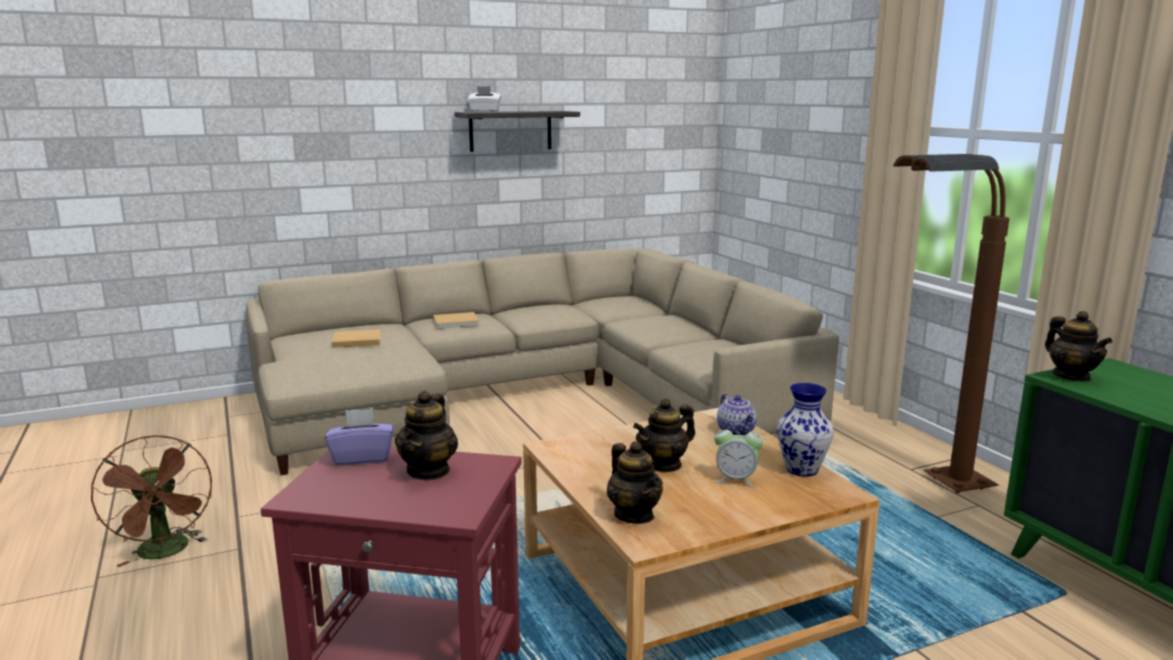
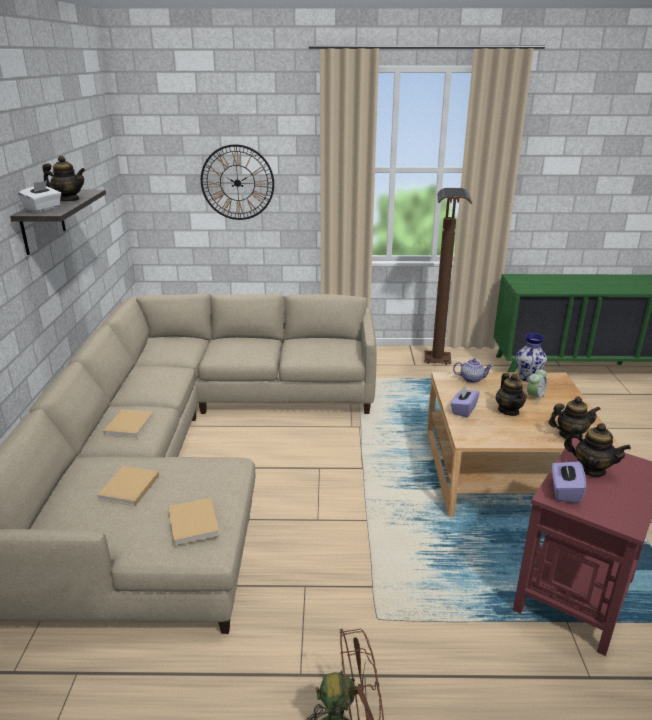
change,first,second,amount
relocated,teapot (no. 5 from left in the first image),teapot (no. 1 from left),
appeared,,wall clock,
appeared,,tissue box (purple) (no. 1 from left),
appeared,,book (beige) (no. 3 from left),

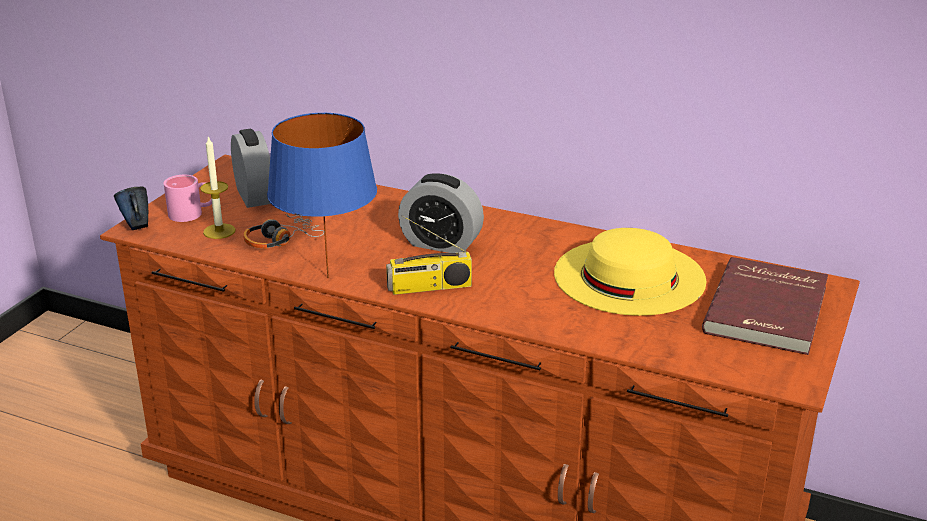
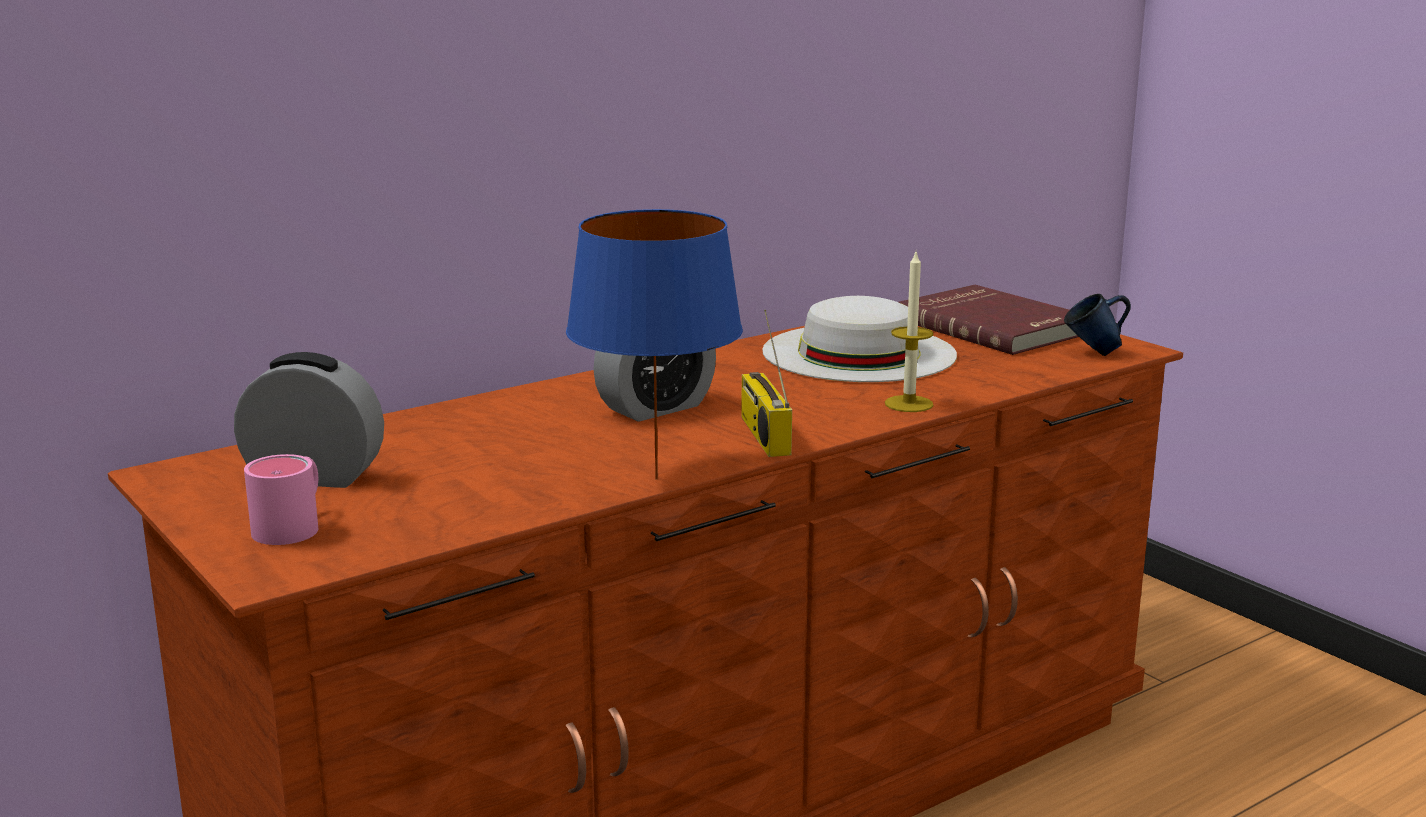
change,first,second,amount
relocated,candle,,
relocated,mug (blue),,
missing,headphones,,
spun,radio,,150 degrees clockwise
colour,hat (yellow),hat (white),

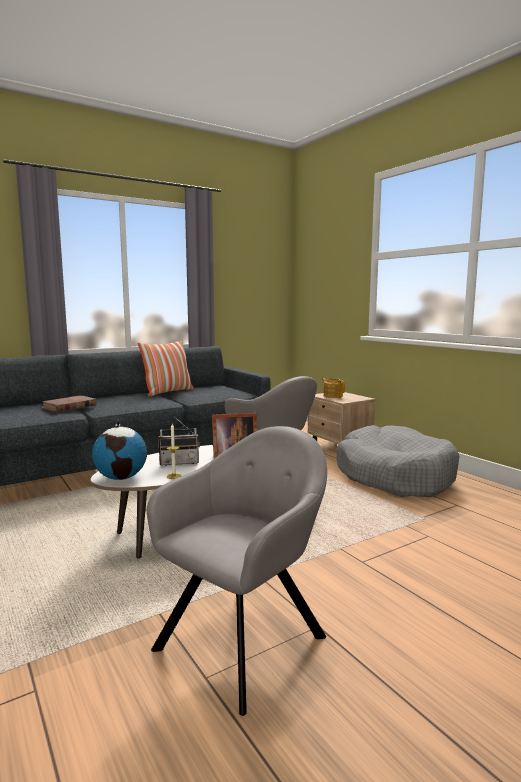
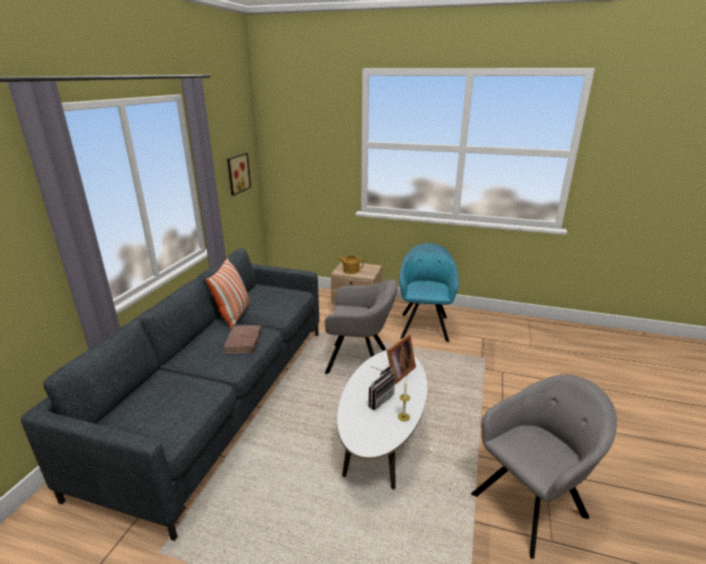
change,first,second,amount
relocated,book (brown),,
missing,globe,,
exchanged,dog bed (grey),armchair (turquoise),
spun,armchair (grey) (no. 1 from left in the first image),armchair (grey) (no. 2 from left),60 degrees clockwise
appeared,,picture,

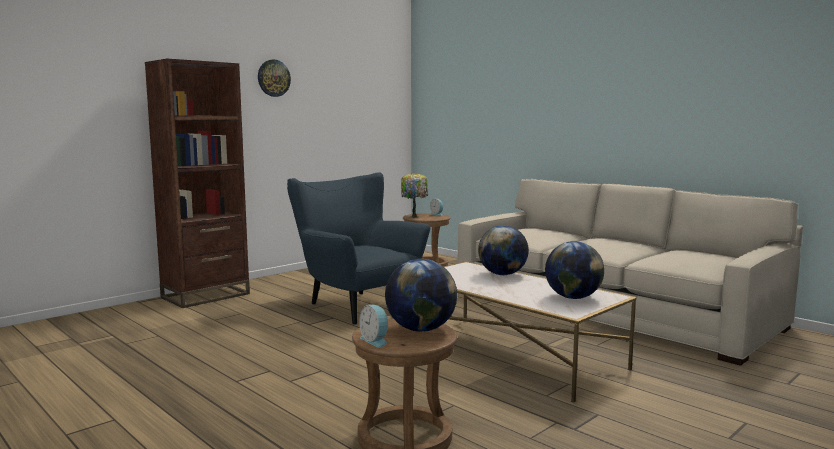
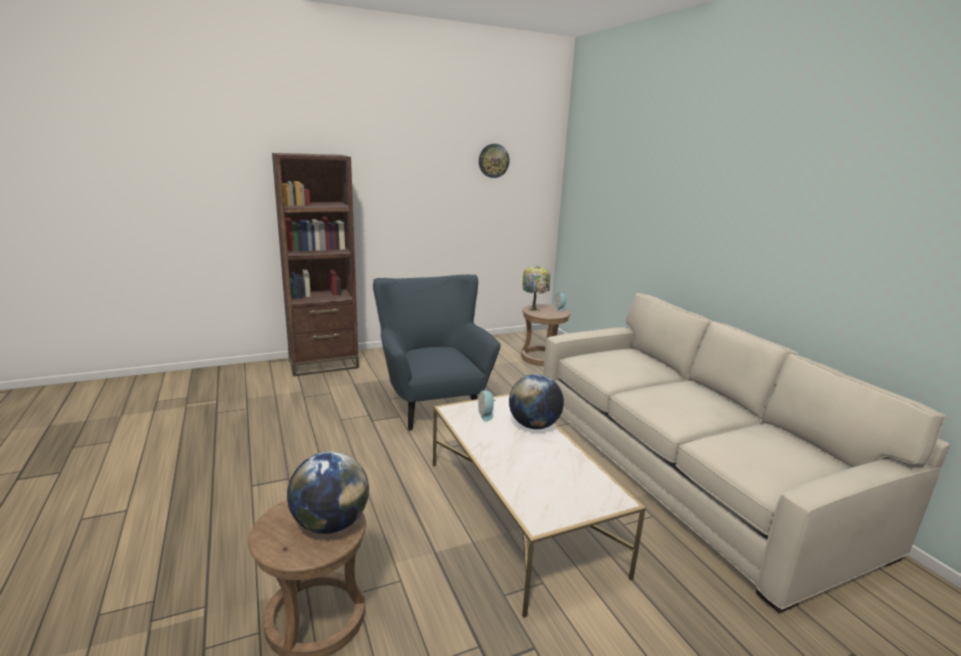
change,first,second,amount
relocated,wall clock,,
missing,globe (no. 3 from left),,
relocated,alarm clock (no. 1 from left),,

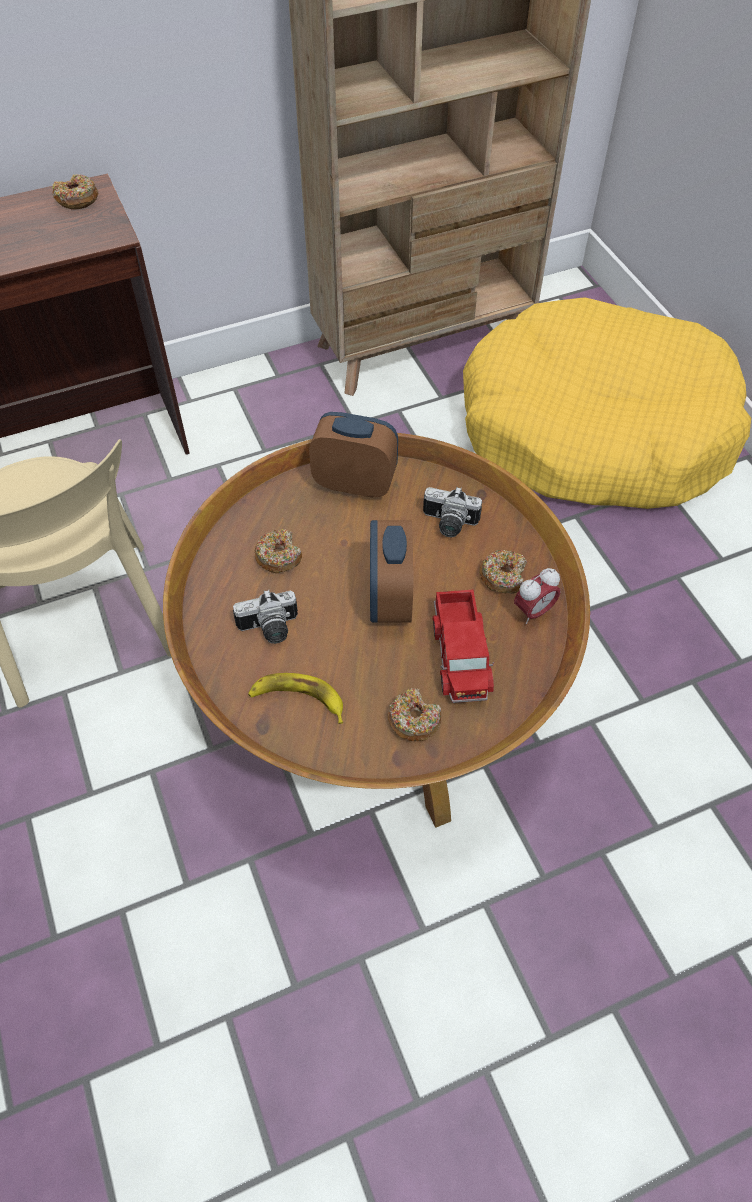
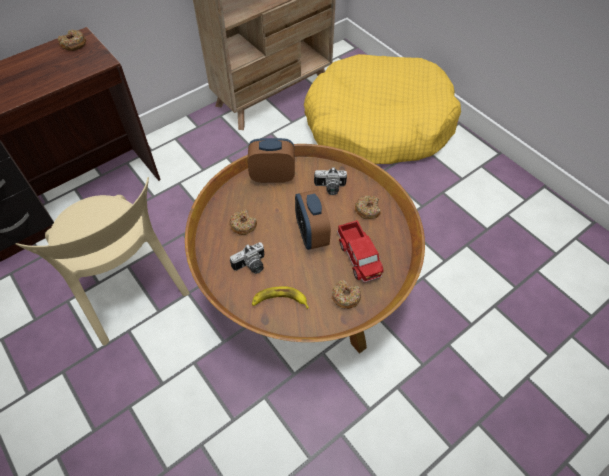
change,first,second,amount
missing,alarm clock (no. 3 from left),,

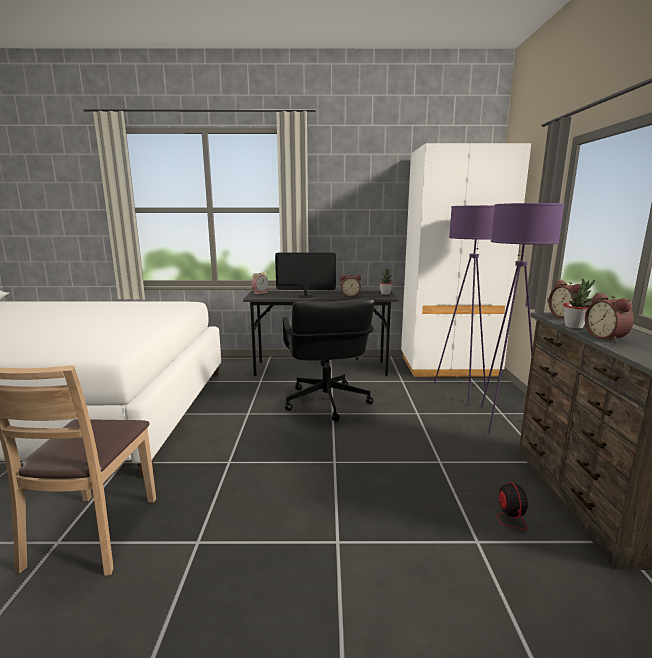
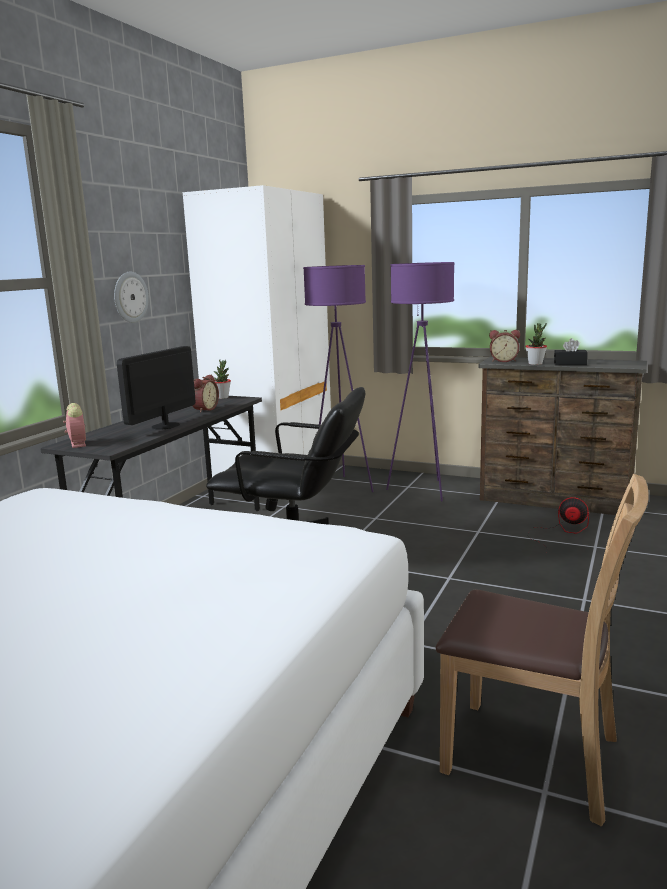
change,first,second,amount
exchanged,alarm clock (no. 4 from left),tissue box (black),
appeared,,wall clock,

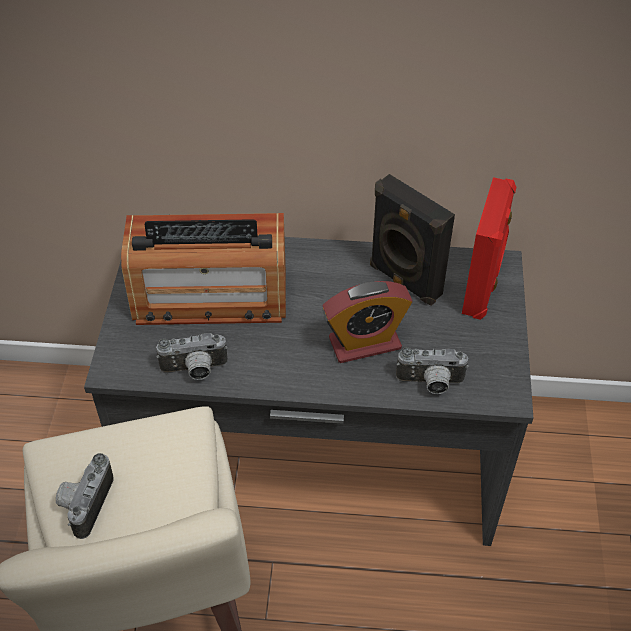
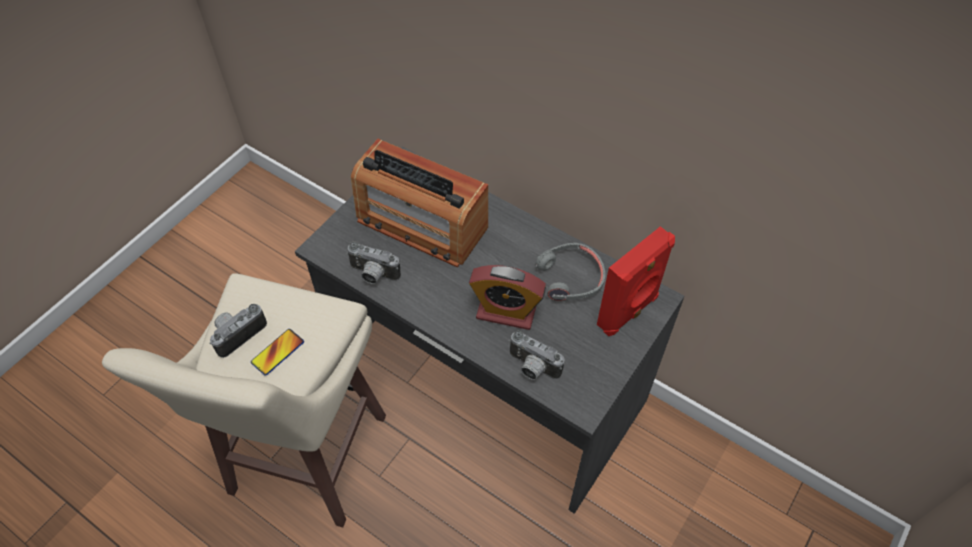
change,first,second,amount
exchanged,speaker (black),headphones (grey),
appeared,,phone,

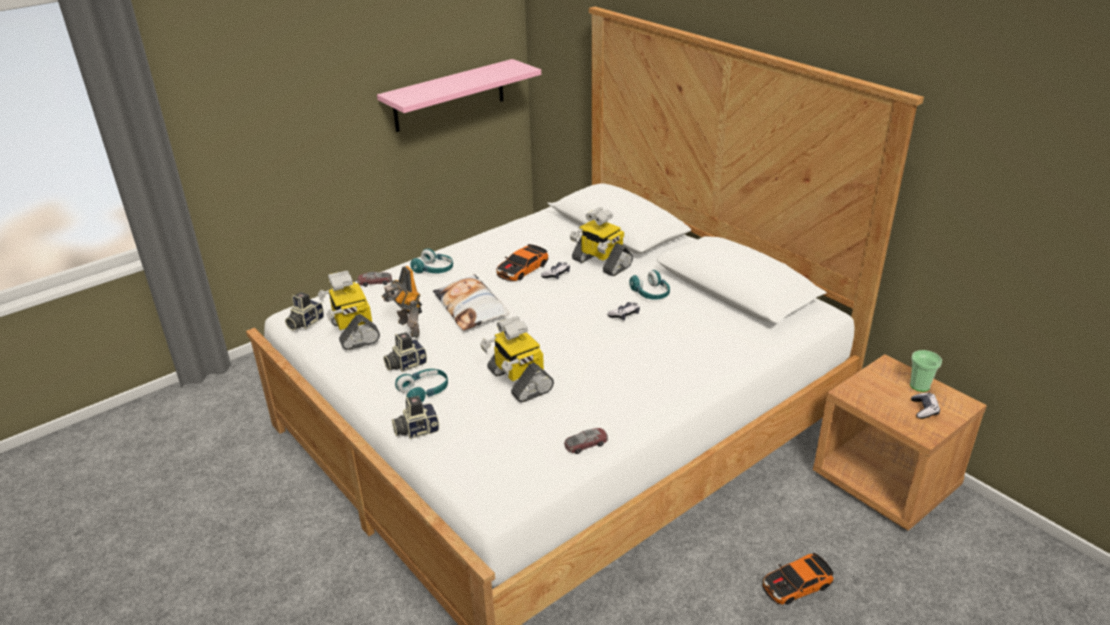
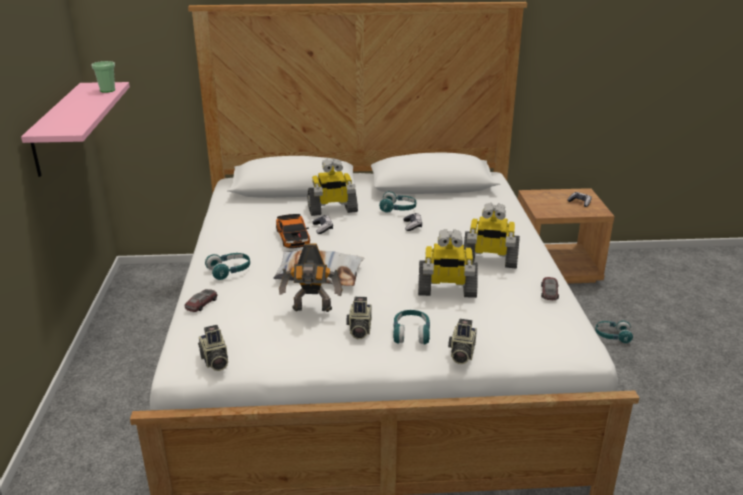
change,first,second,amount
relocated,toy robot (no. 1 from left in the first image),toy robot (no. 4 from left),
relocated,cup,,
exchanged,toy car (no. 4 from left),headphones (turquoise) (no. 4 from left),

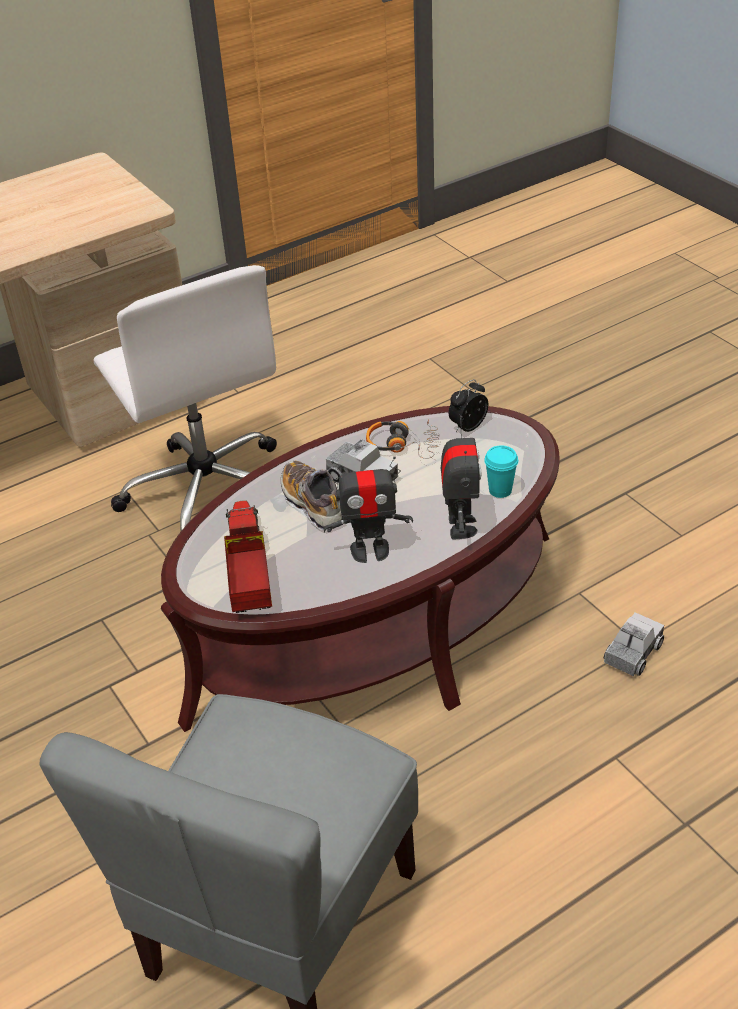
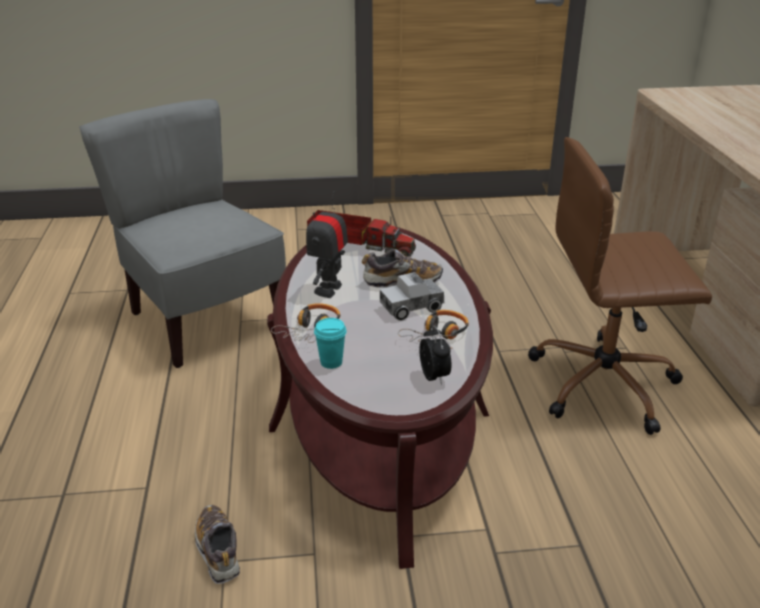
change,first,second,amount
colour,office chair (white),office chair (brown),
exchanged,toy robot (no. 2 from left),headphones (no. 1 from left),
exchanged,toy truck (no. 3 from left),shoe (no. 1 from left),

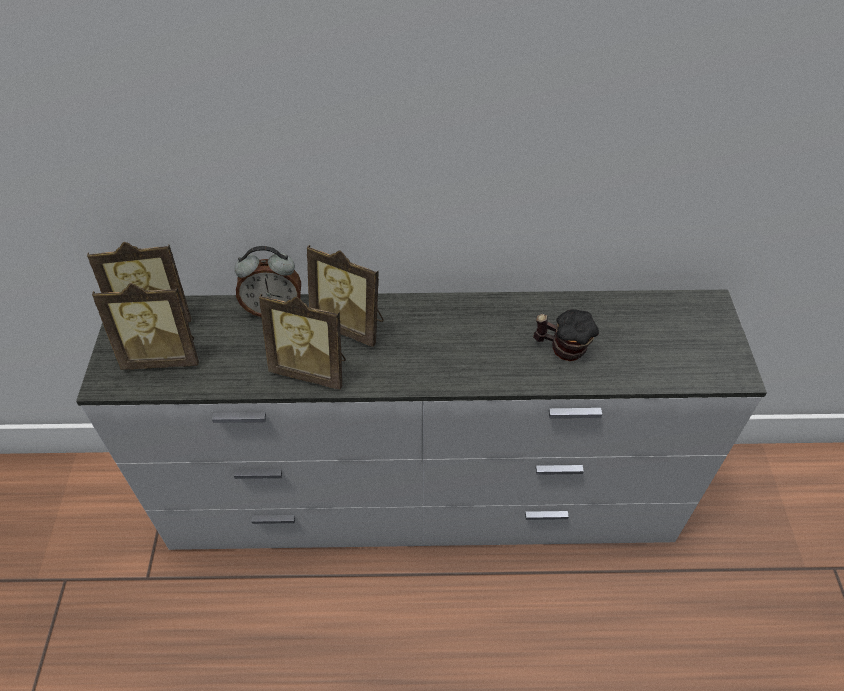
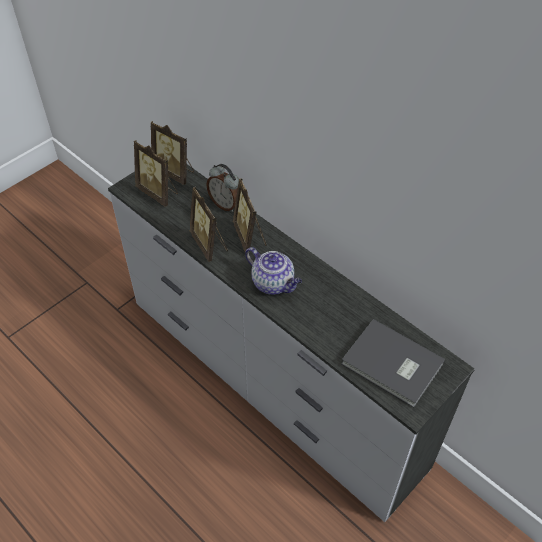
change,first,second,amount
missing,mug,,
appeared,,teapot,
appeared,,book (grey),

